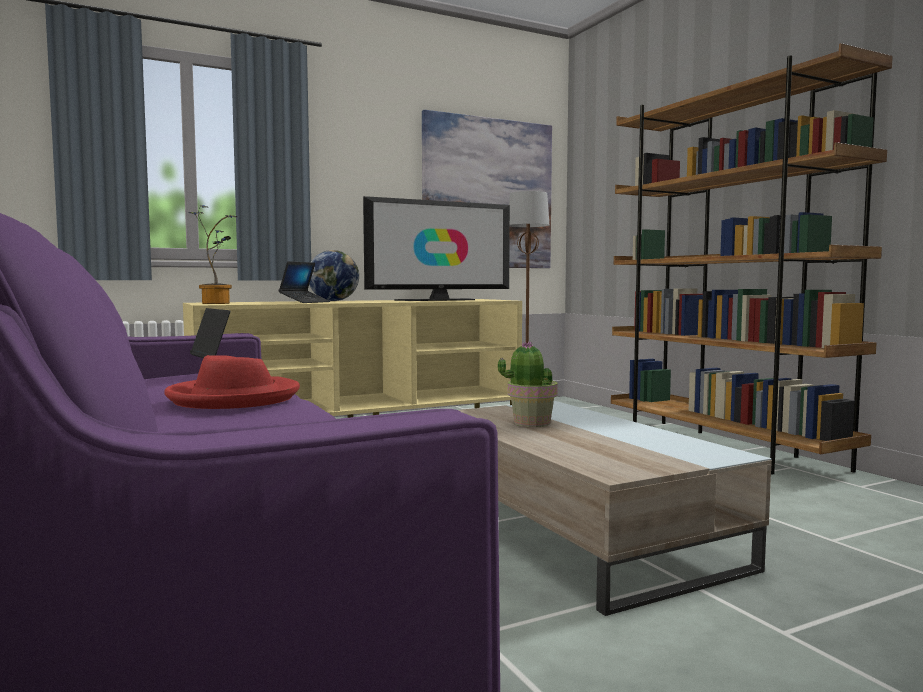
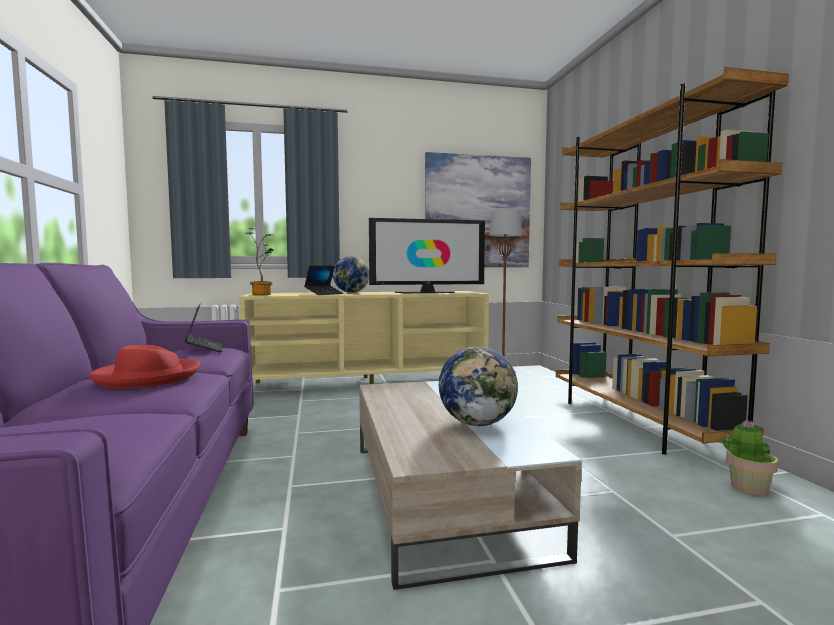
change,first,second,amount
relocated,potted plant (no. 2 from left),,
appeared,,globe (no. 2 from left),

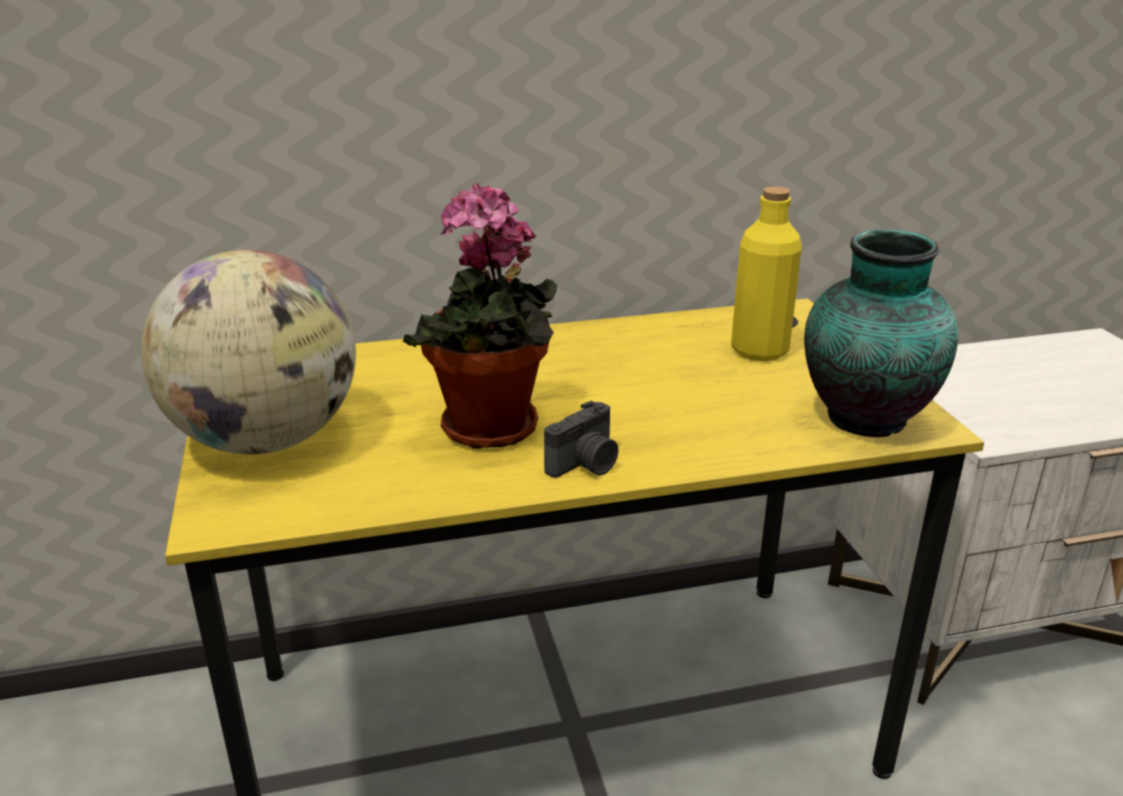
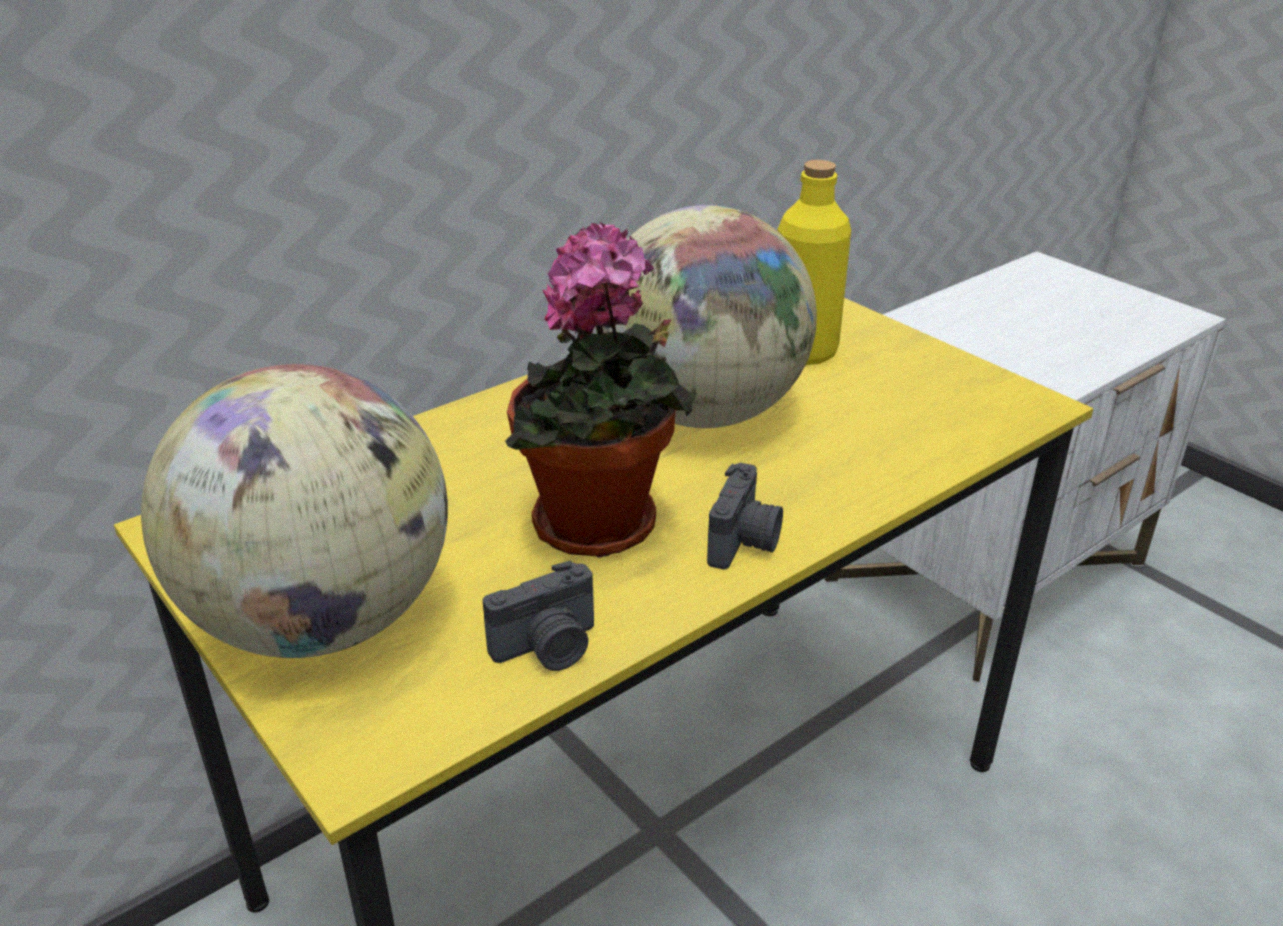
change,first,second,amount
missing,vase,,
appeared,,globe (no. 2 from left),
appeared,,photo camera (no. 1 from left),

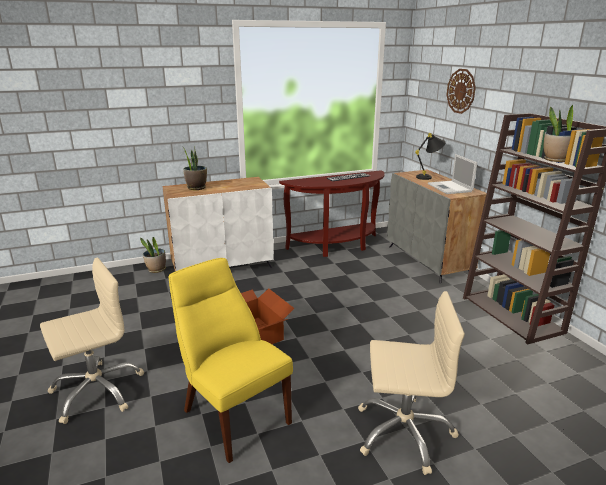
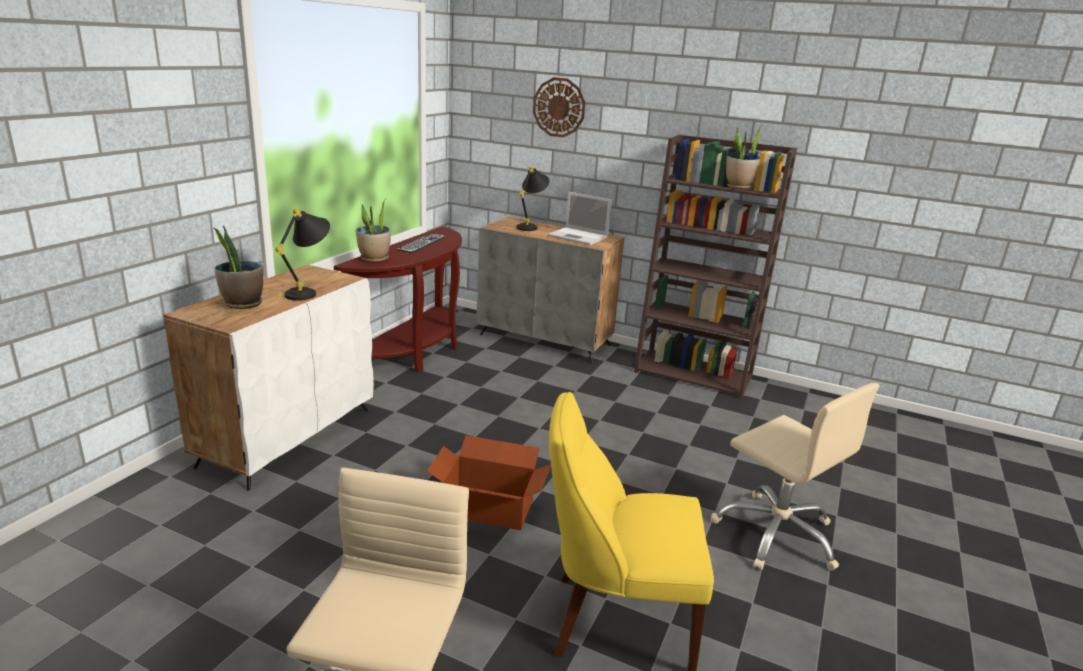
change,first,second,amount
relocated,potted plant (no. 1 from left in the first image),potted plant (no. 2 from left),
spun,office chair (beige) (no. 2 from left),,90 degrees clockwise
appeared,,table lamp (black) (no. 1 from left),

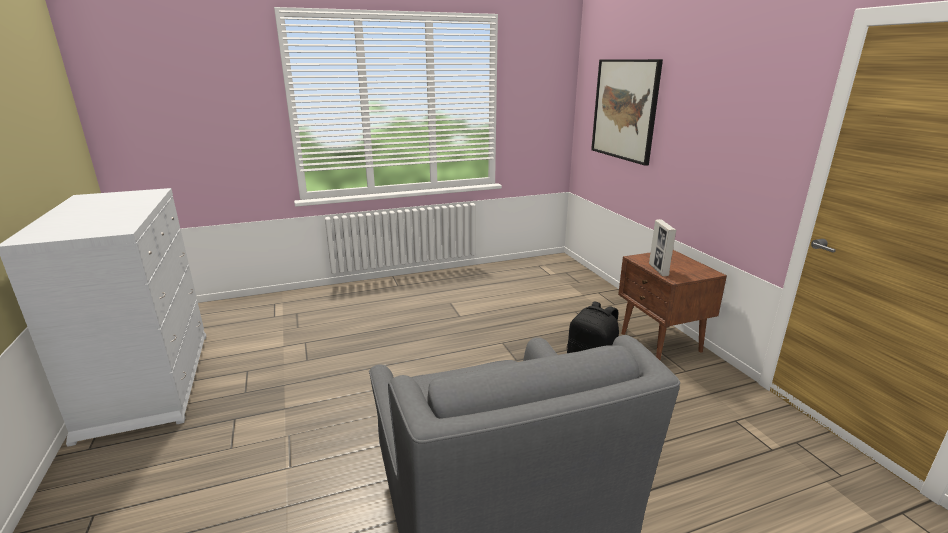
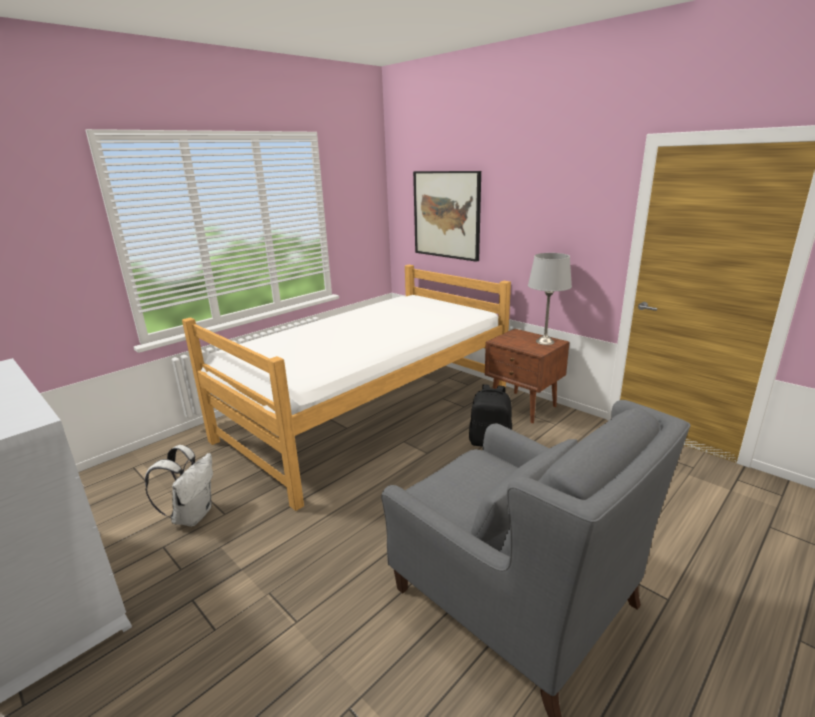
change,first,second,amount
missing,picture frame,,
appeared,,table lamp (grey),
appeared,,bed,
appeared,,backpack (white),

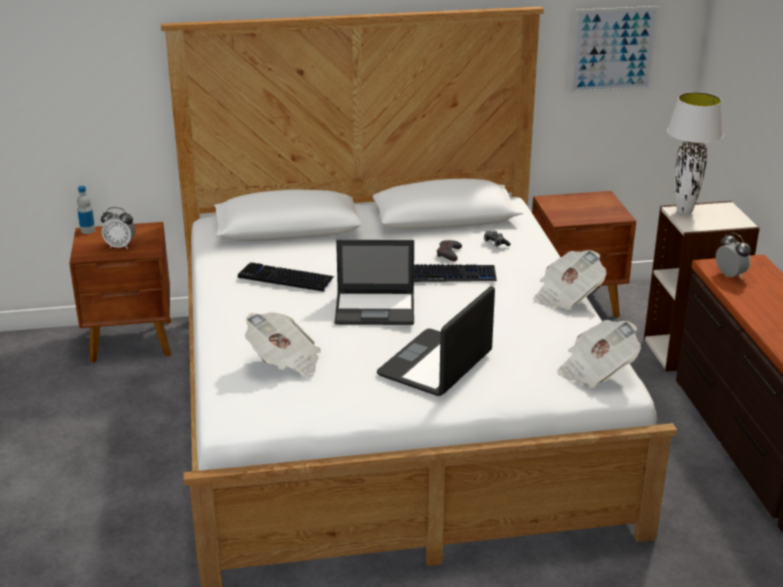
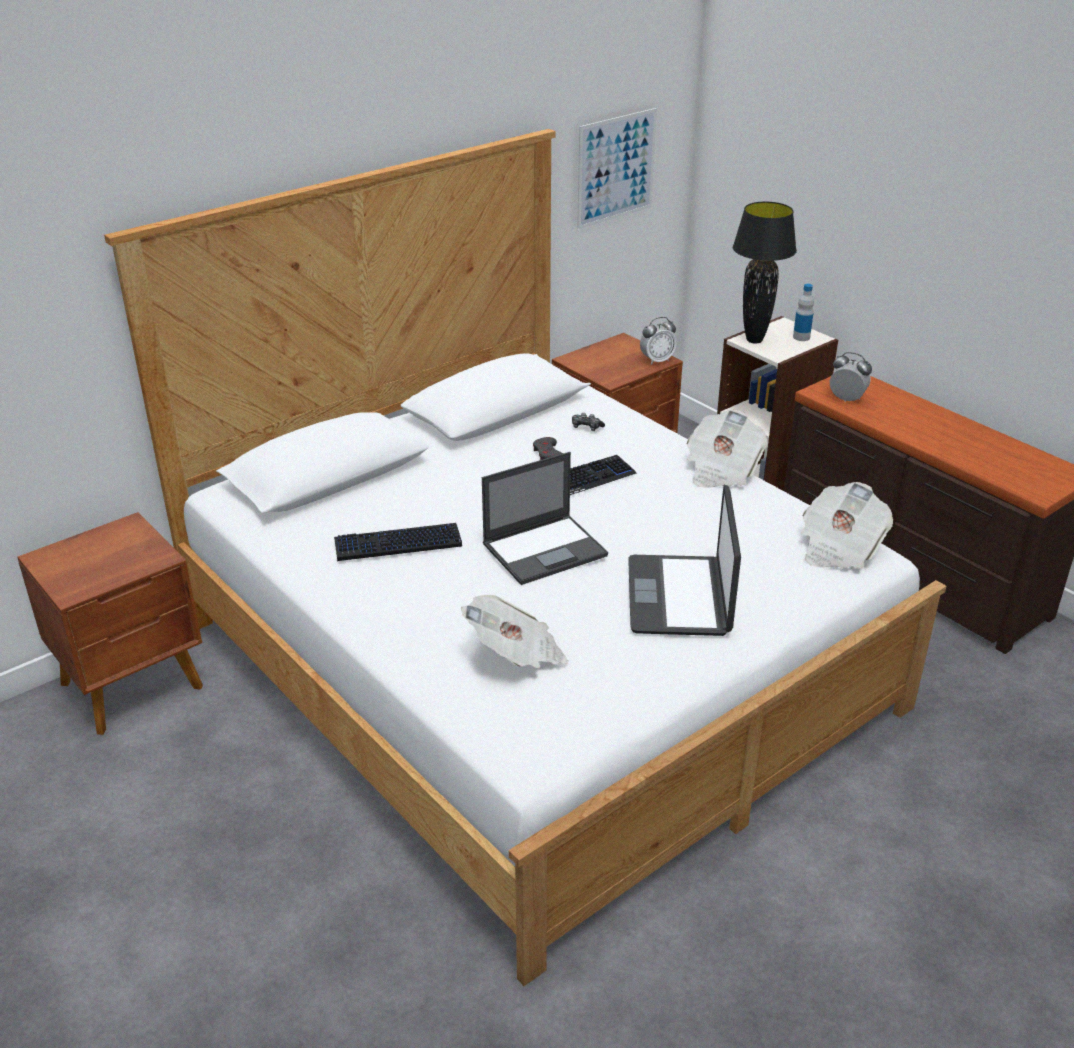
change,first,second,amount
colour,table lamp (white),table lamp (black),
relocated,bottle,,
relocated,alarm clock (no. 1 from left),,

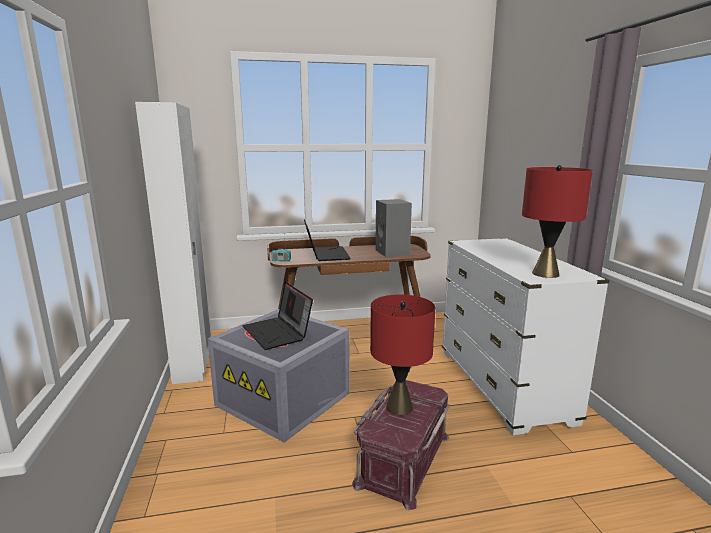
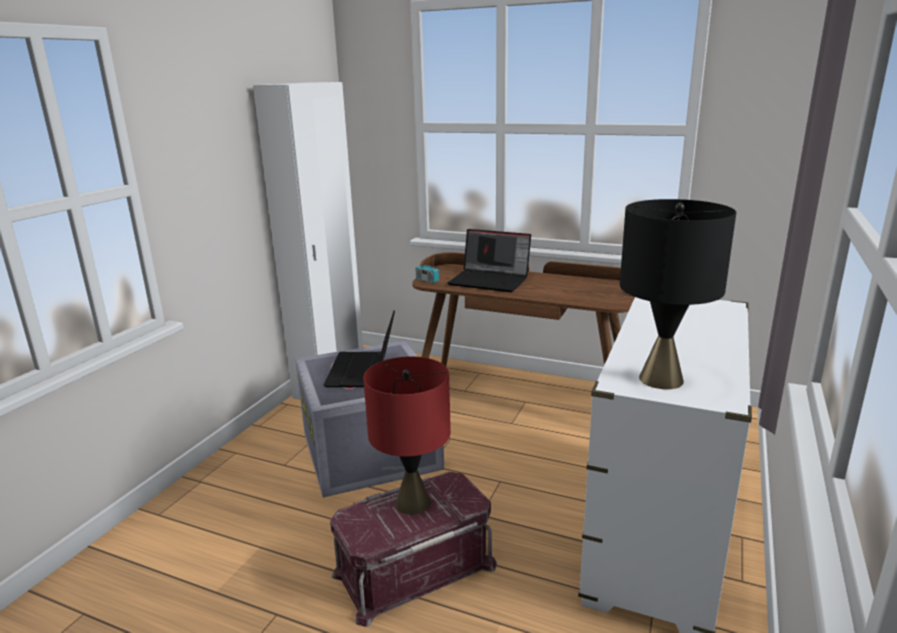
change,first,second,amount
colour,table lamp (red) (no. 2 from left),table lamp (black),
missing,speaker (grey),,
spun,laptop (no. 2 from left),,90 degrees clockwise

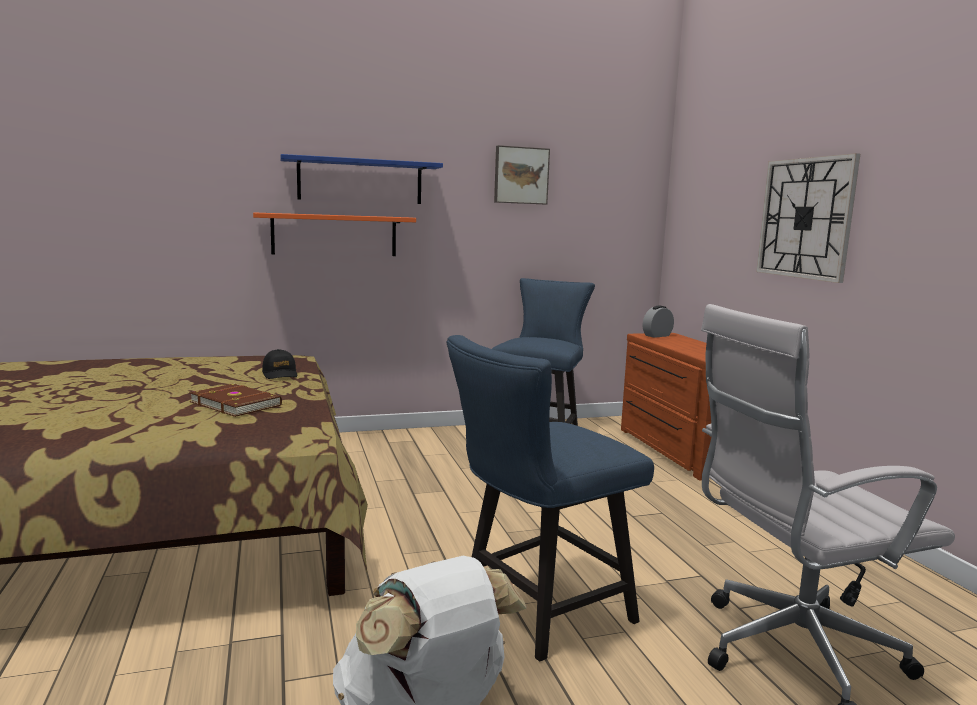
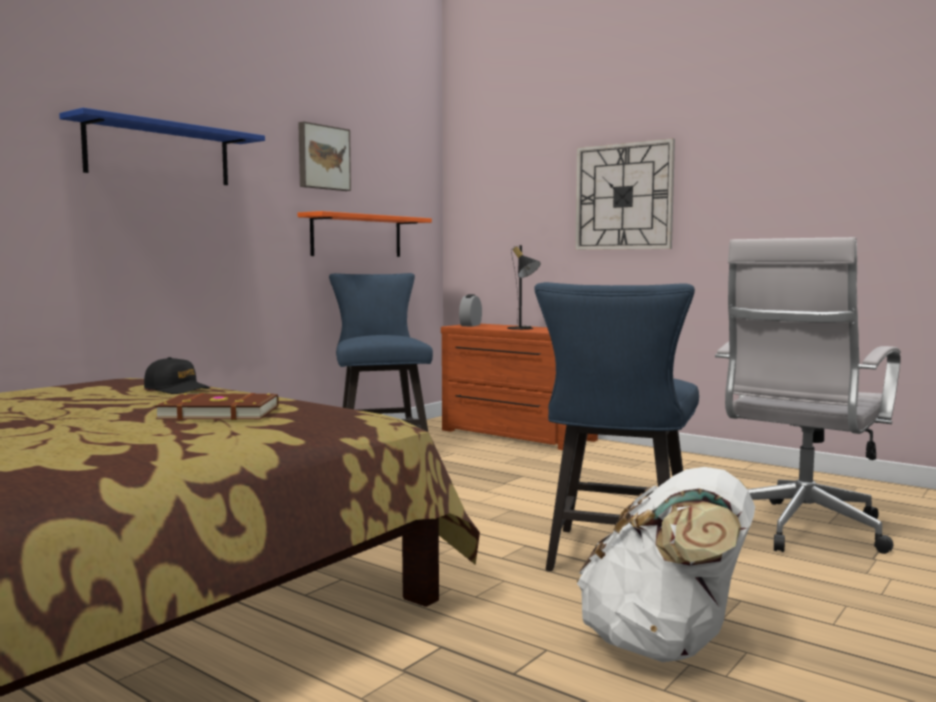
change,first,second,amount
relocated,shelf (orange),,
appeared,,table lamp (black),

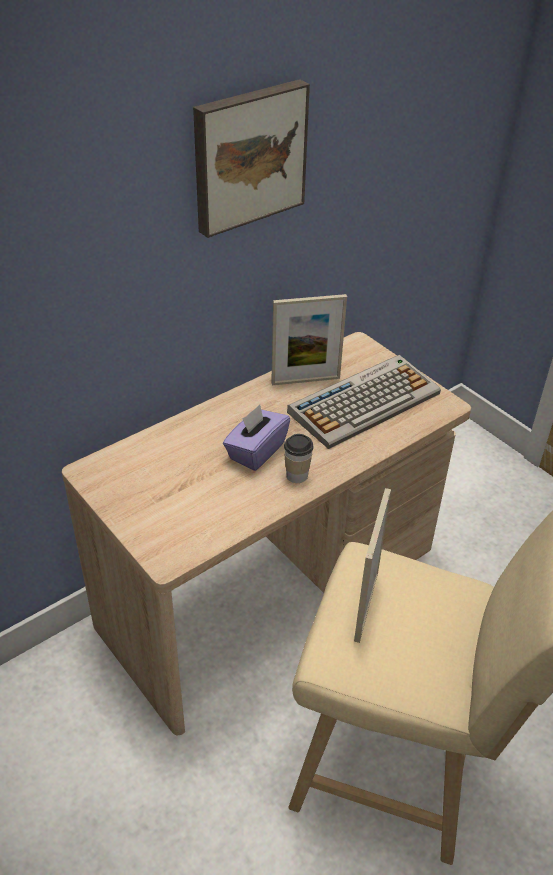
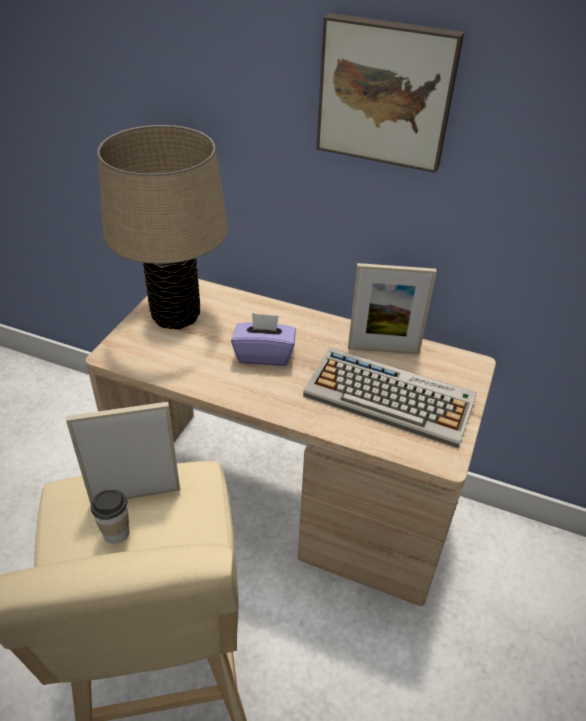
change,first,second,amount
spun,picture frame (no. 1 from left in the first image),picture frame (no. 2 from left),45 degrees counterclockwise
relocated,cup,,
appeared,,table lamp (beige),

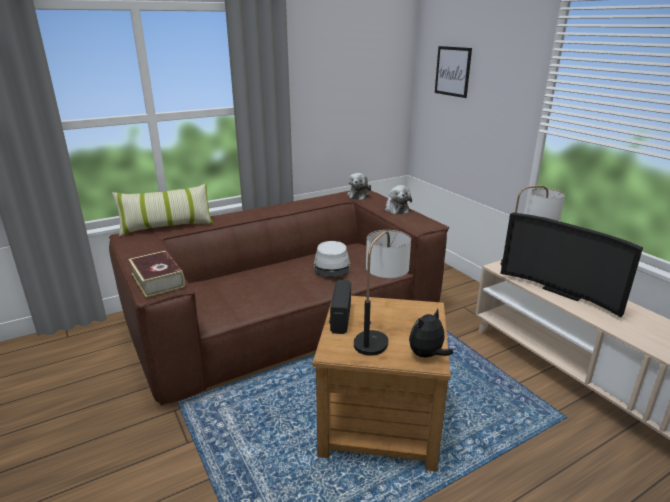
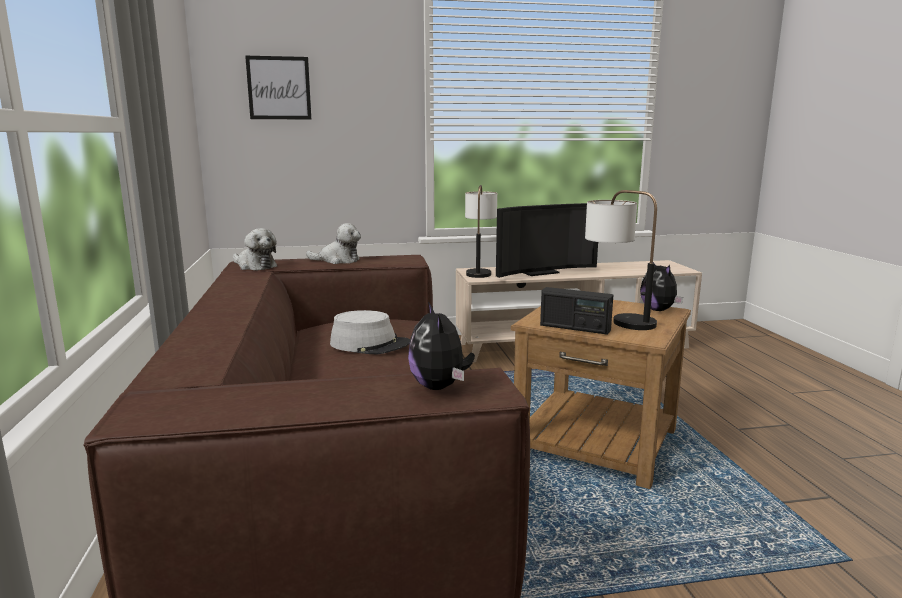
change,first,second,amount
missing,pillow,,
exchanged,book,plush toy (no. 3 from left),

